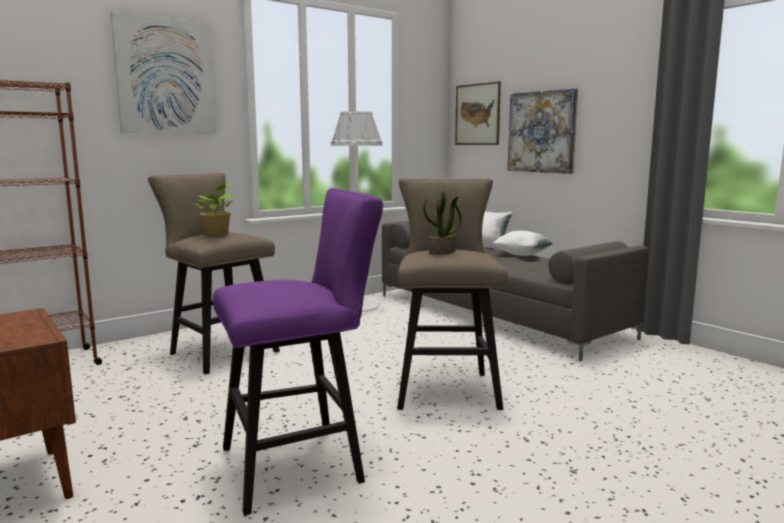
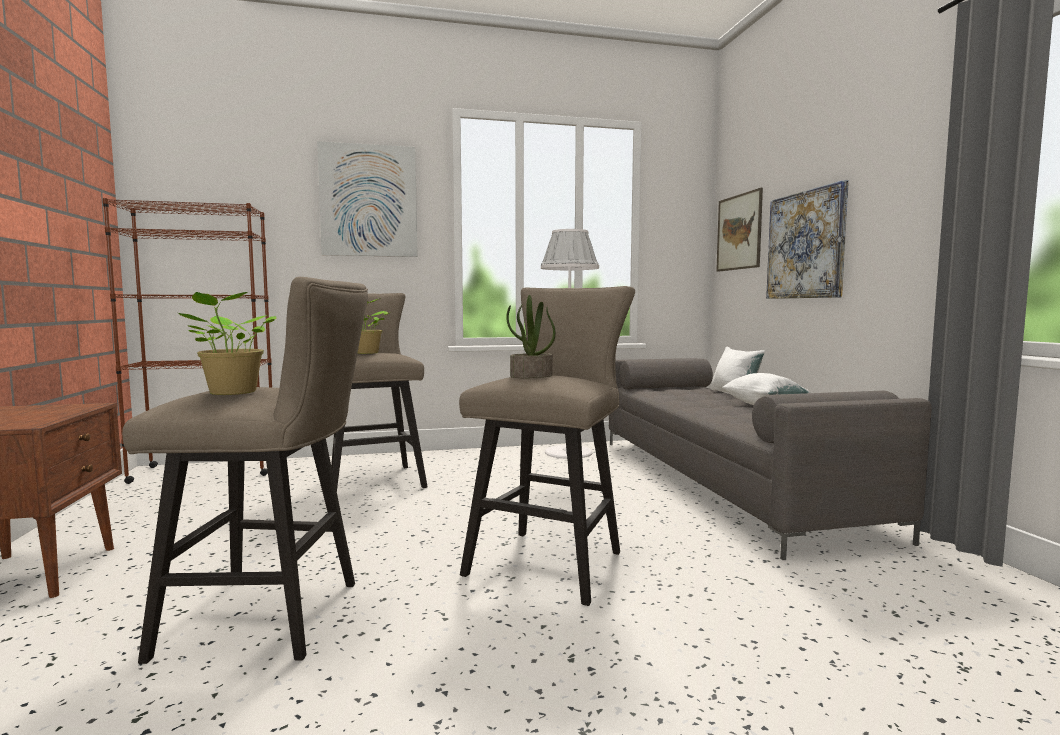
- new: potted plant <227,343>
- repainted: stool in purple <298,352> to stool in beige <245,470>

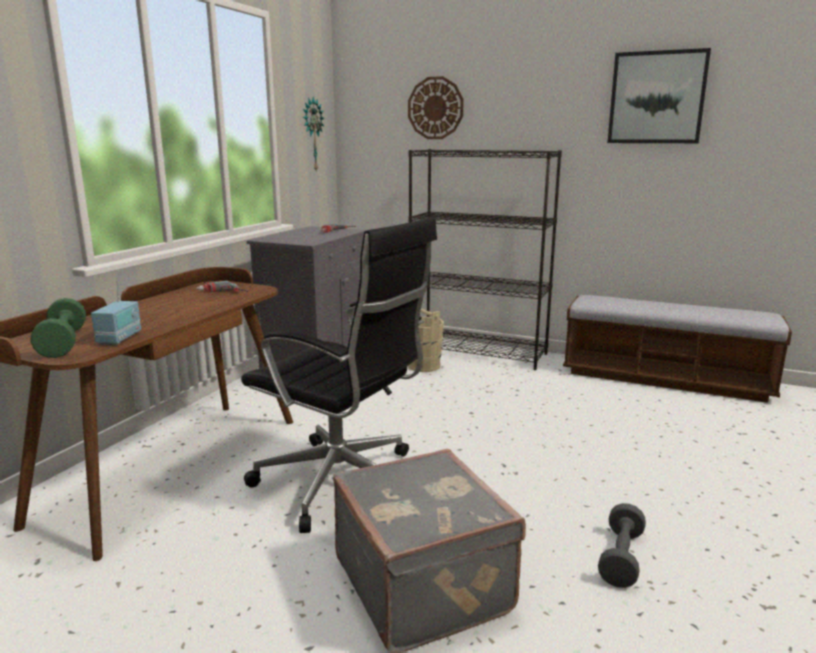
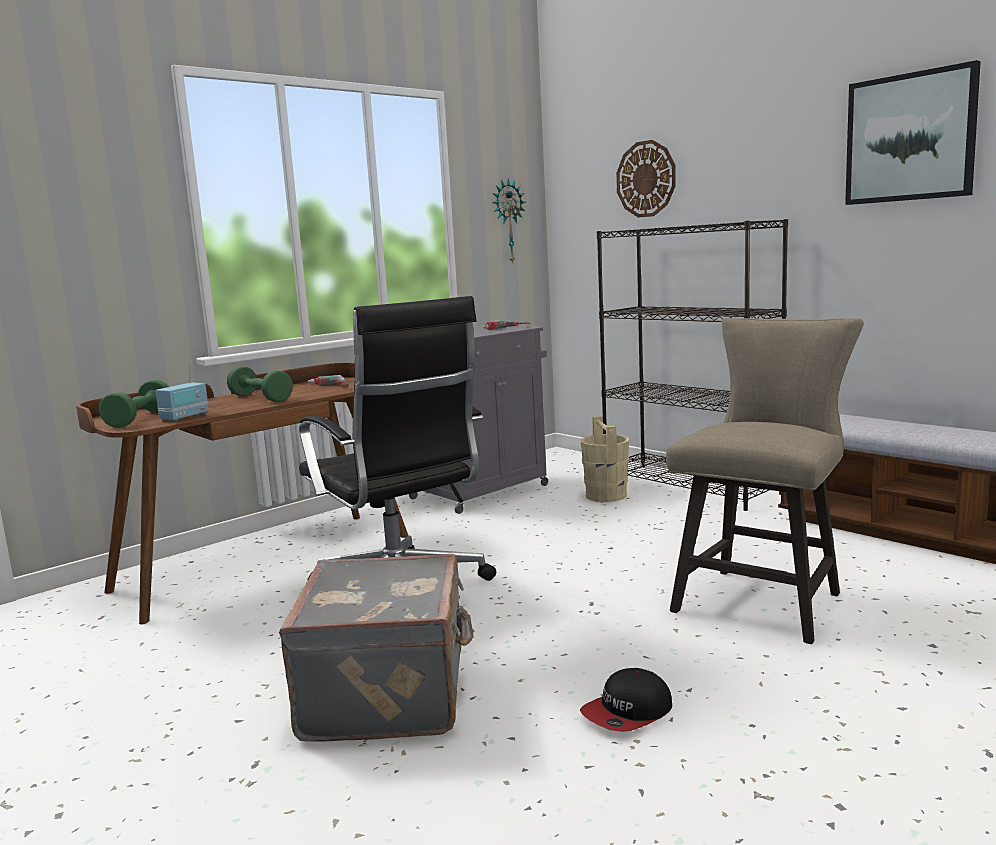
- new: dumbbell in green <260,384>
- new: stool in beige <765,481>
- swapped: dumbbell in grey <622,545> to cap <626,700>

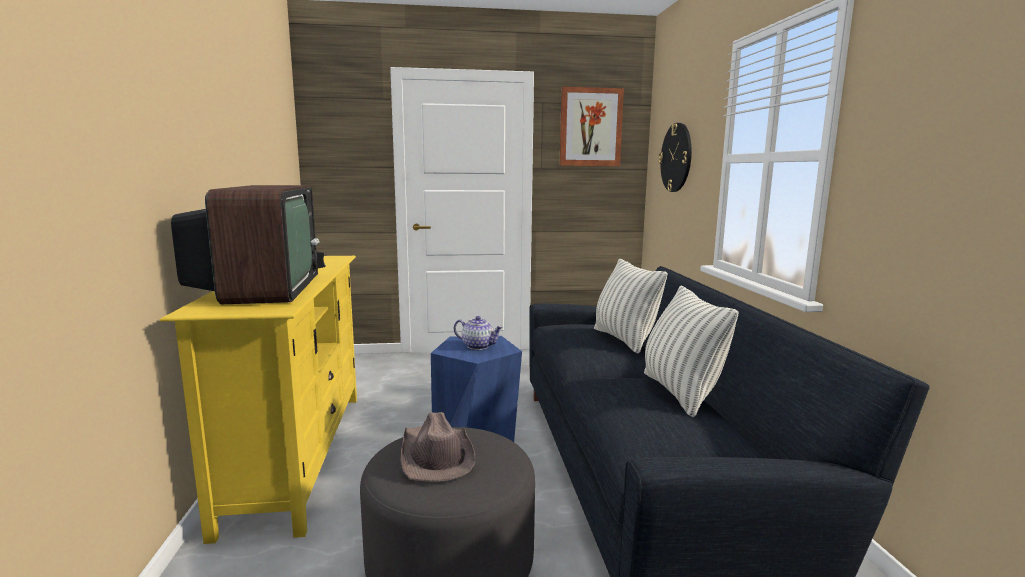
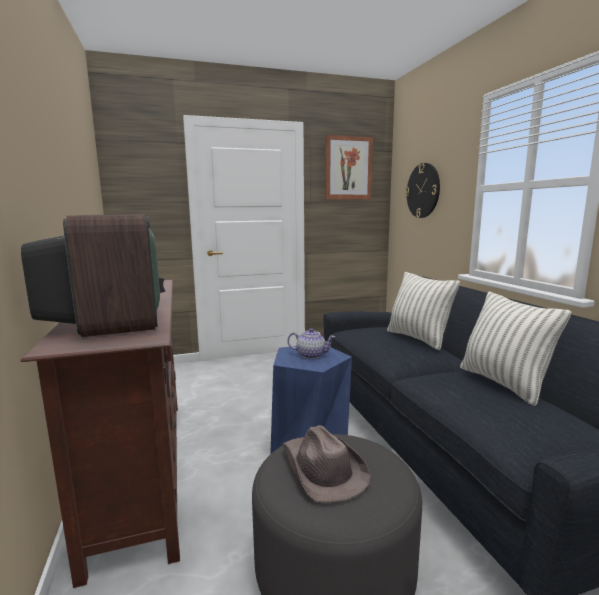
- repainted: tv stand in yellow <258,400> to tv stand in brown <100,434>

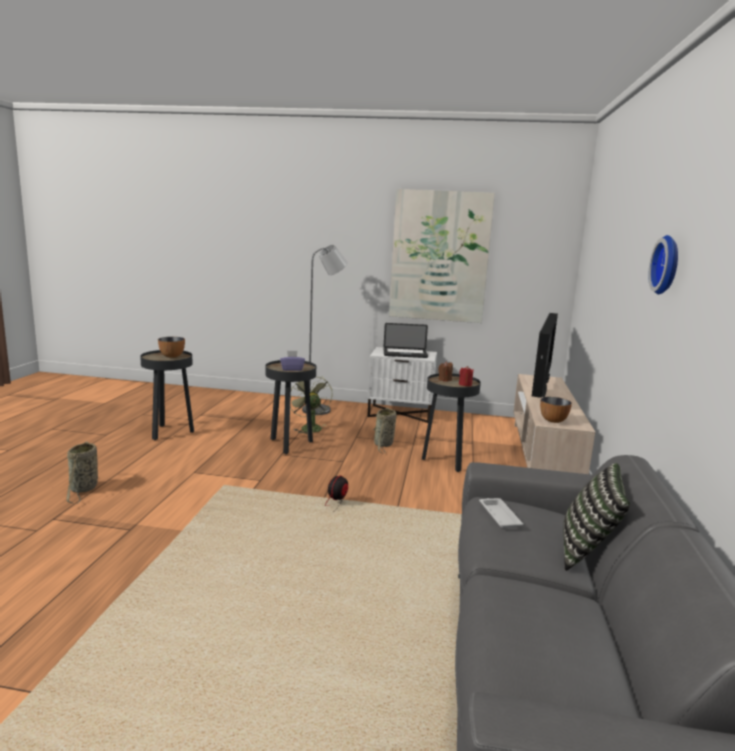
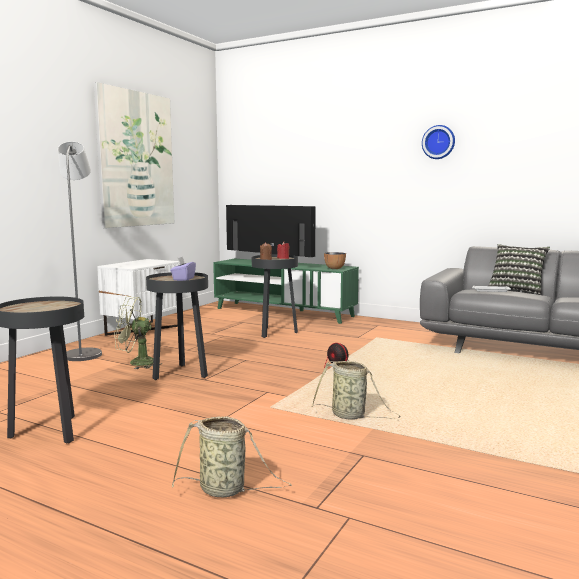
- gone: bowl <171,347>
- gone: laptop <405,340>
- shifted: basket <384,430> to <356,390>
- repainted: tv stand in beige <554,424> to tv stand in green <286,291>

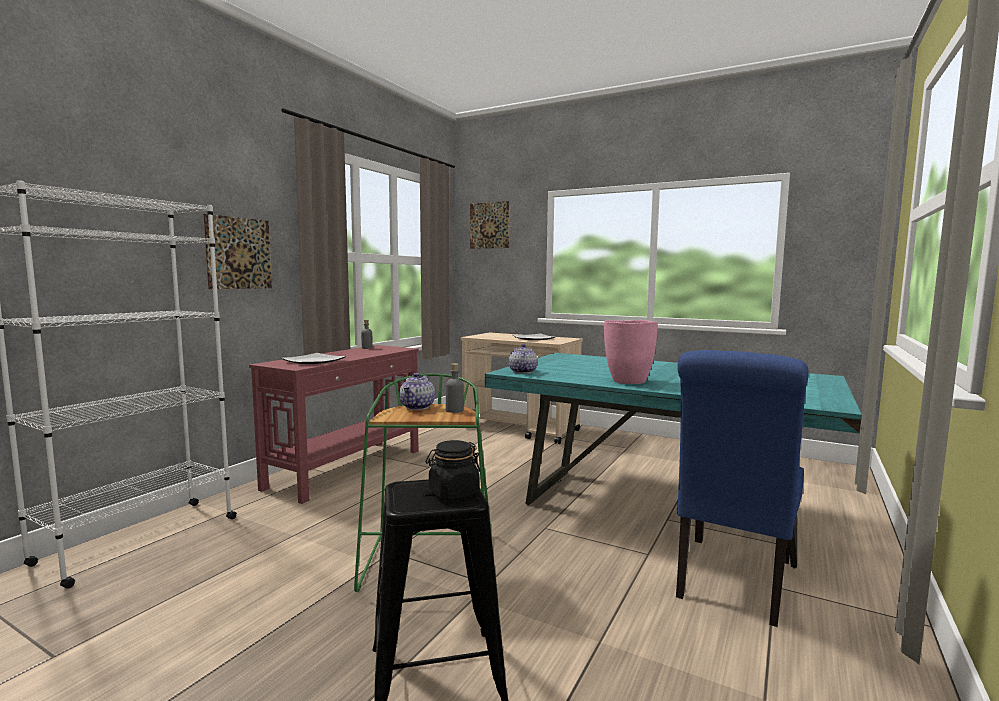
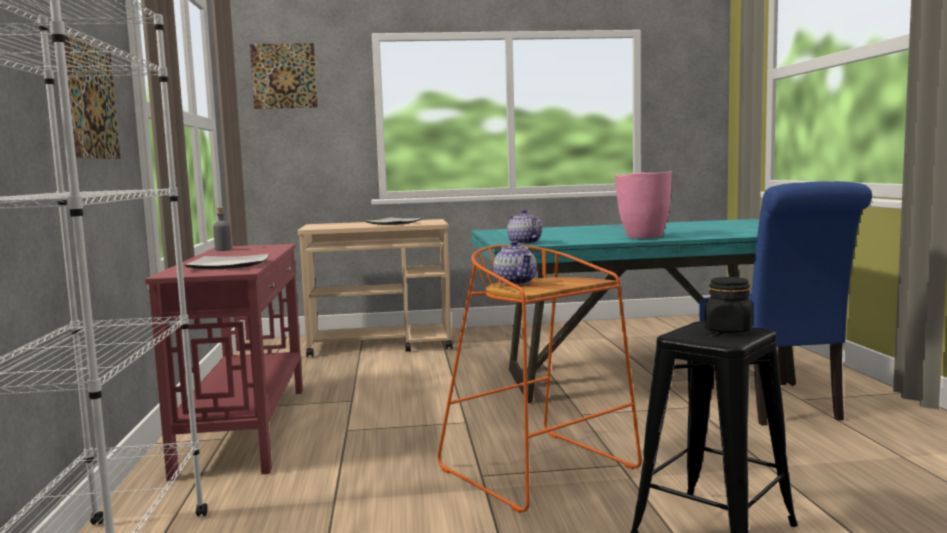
- gone: bottle in grey <455,388>
- repainted: stool in green <422,482> to stool in orange <539,379>

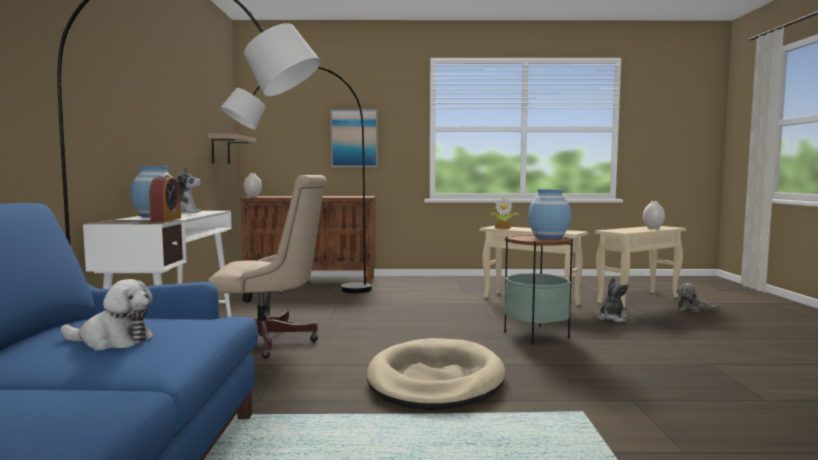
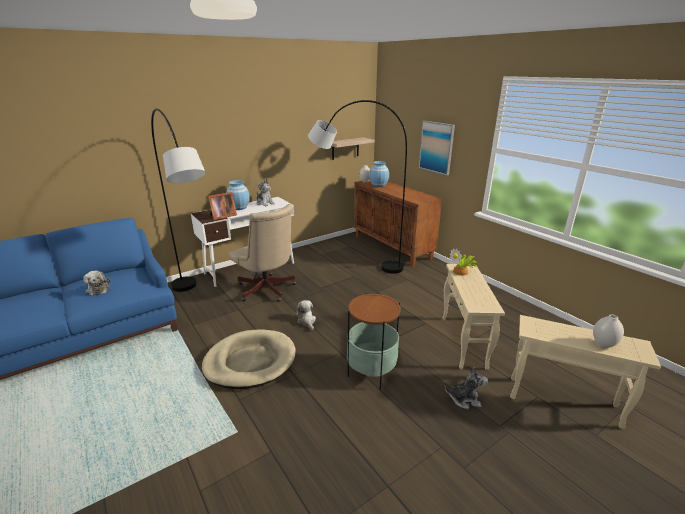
- shifted: vase in blue <549,214> to <379,174>
- shifted: plush toy <698,297> to <305,315>
- swapped: alarm clock <165,198> to picture frame <222,206>

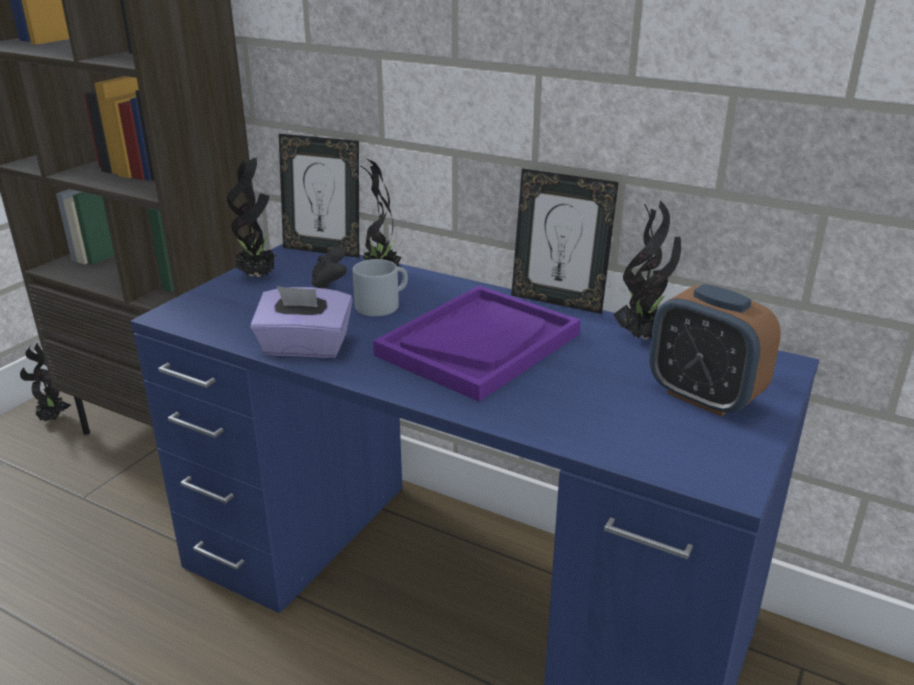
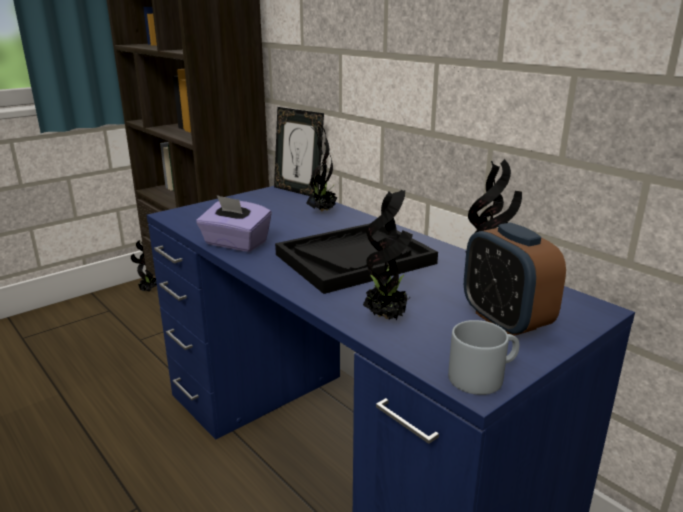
- gone: game controller in black <329,267>
- gone: picture frame <565,241>
- shifted: potted plant <252,217> to <388,255>
- shifted: mug in grey <380,287> to <483,357>
- repainted: tray in purple <477,344> to tray in black <356,258>

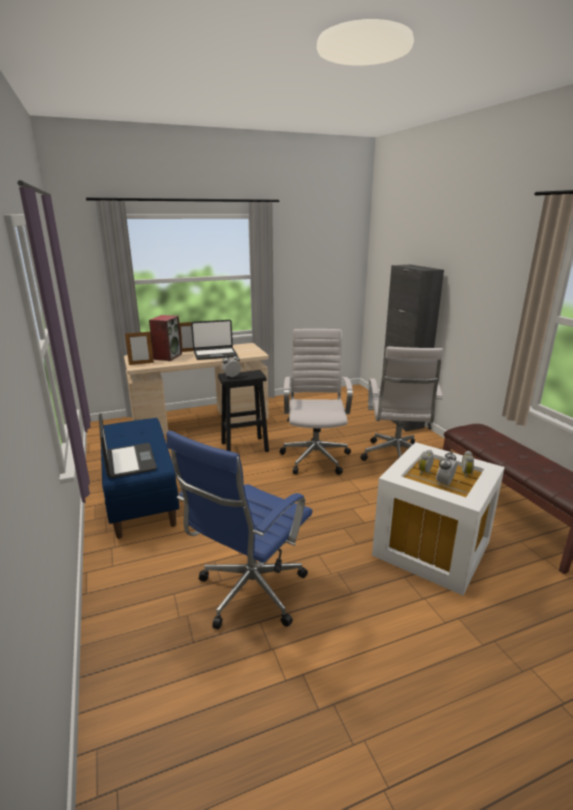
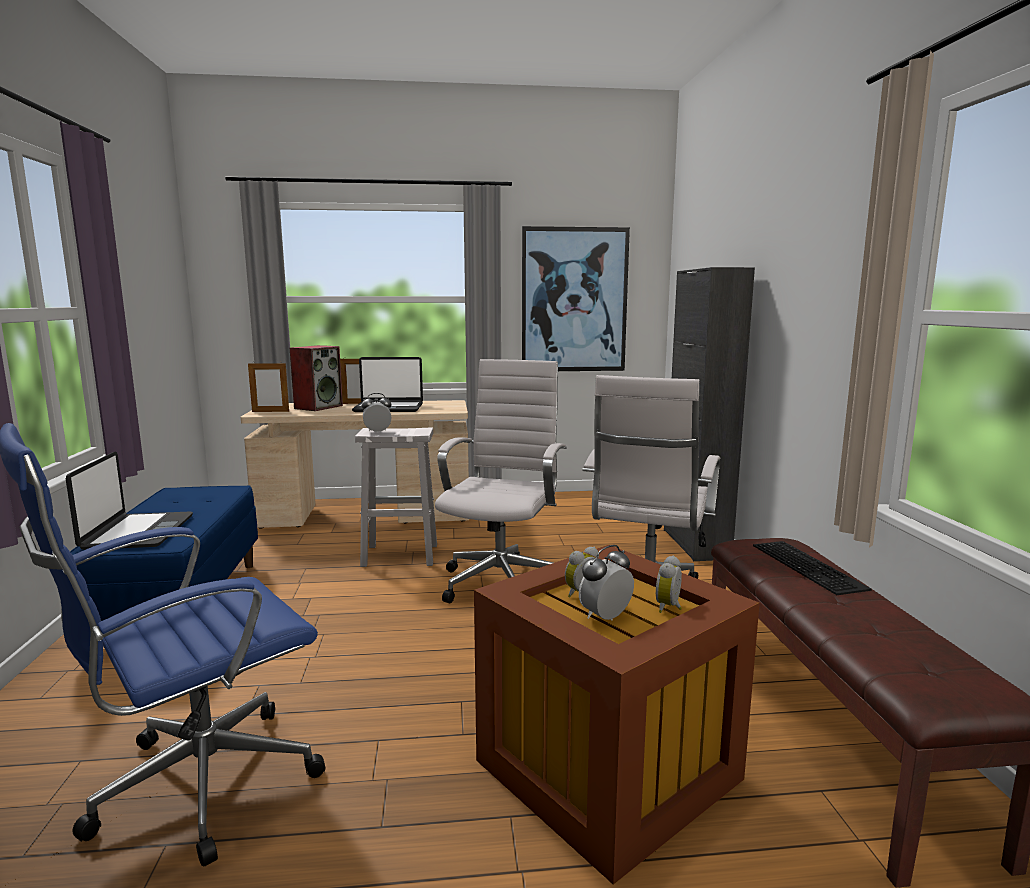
- new: picture <576,298>
- new: keyboard <812,568>
- repainted: stool in black <243,411> to stool in white <396,497>
- repainted: storage box in white <438,518> to storage box in brown <617,715>

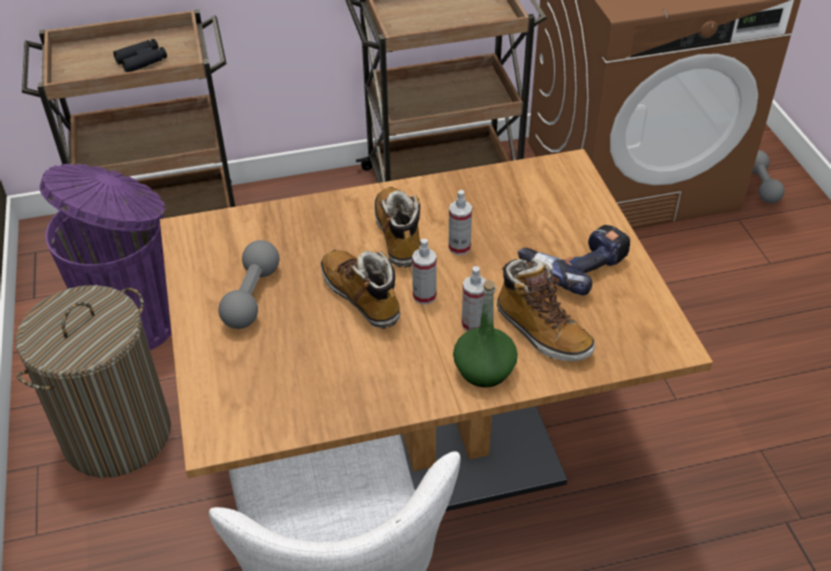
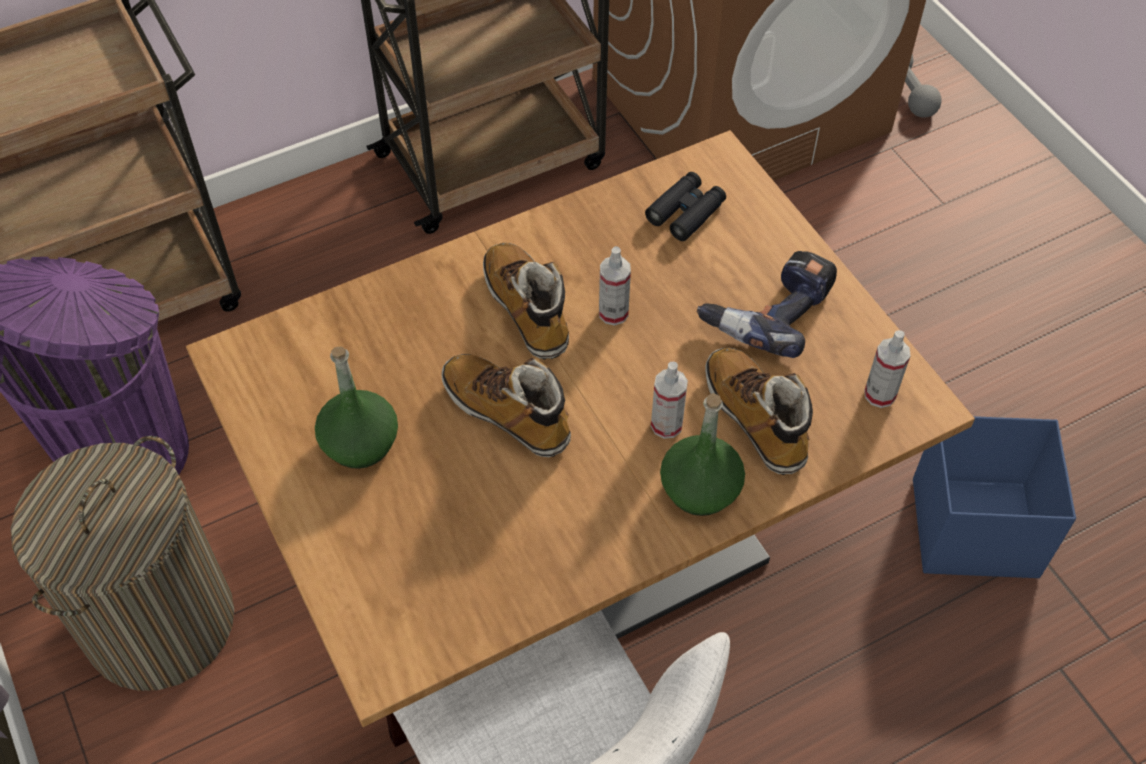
- new: storage box in blue <994,497>
- shifted: binoculars in black <140,55> to <685,206>
- shifted: spray bottle <424,271> to <887,369>
- swapped: dumbbell in grey <248,284> to bottle in green <356,407>
- rotated: boot <546,309> = <759,411> 150 degrees counterclockwise

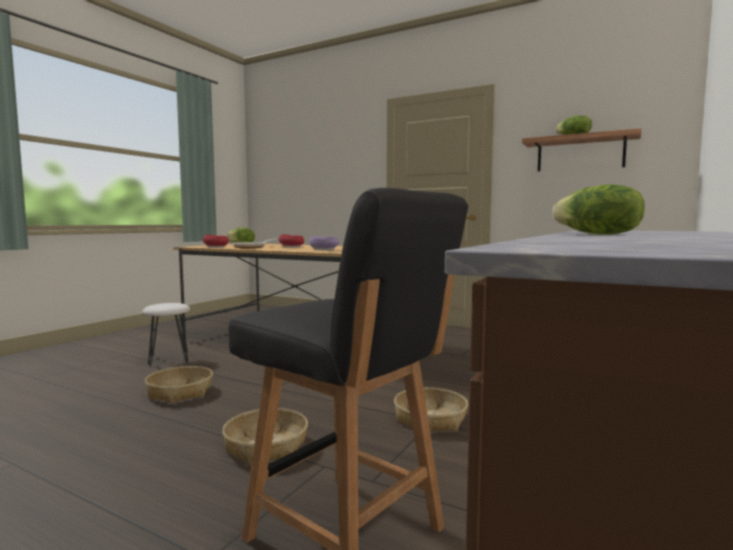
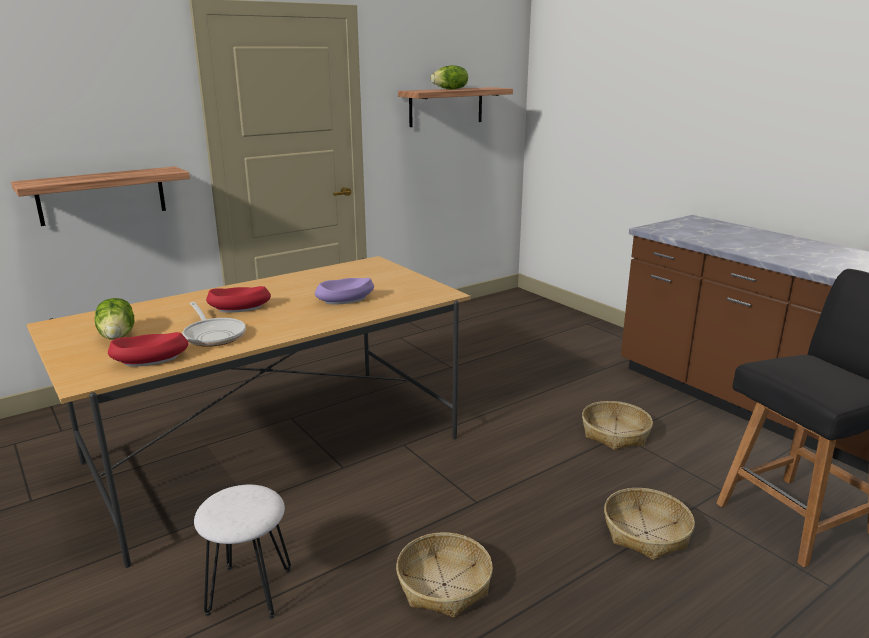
- gone: lettuce <599,209>
- new: shelf <100,196>

